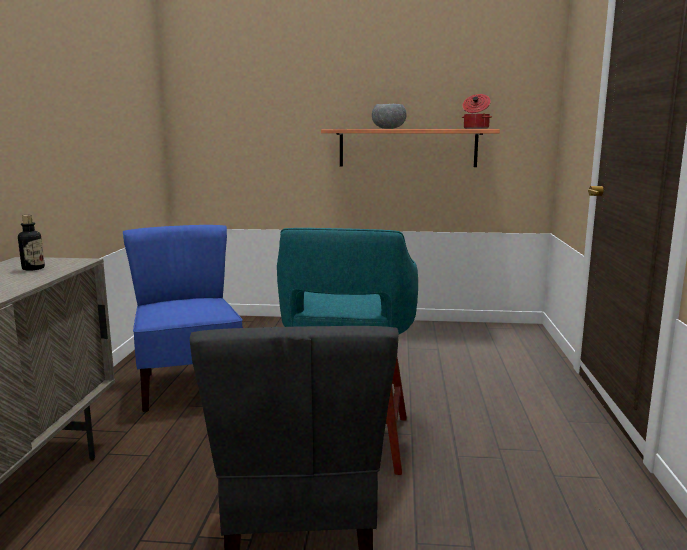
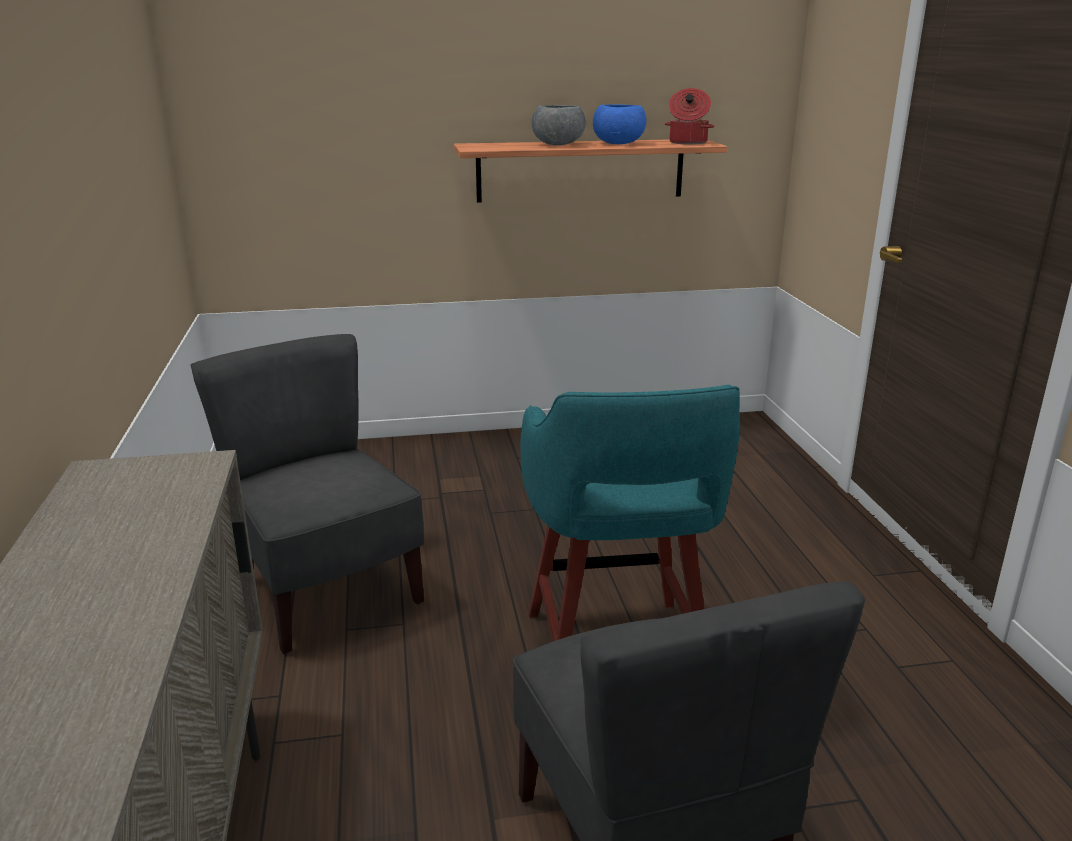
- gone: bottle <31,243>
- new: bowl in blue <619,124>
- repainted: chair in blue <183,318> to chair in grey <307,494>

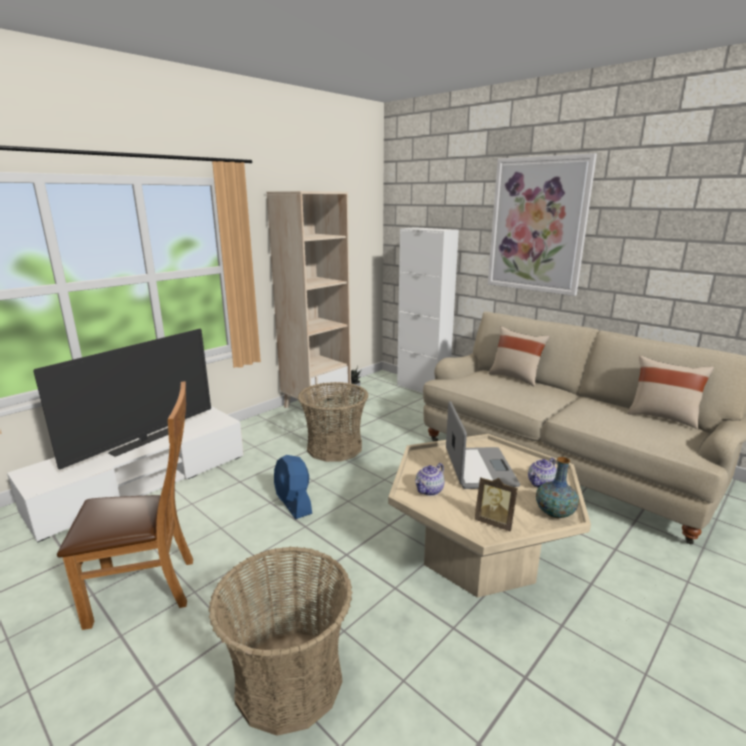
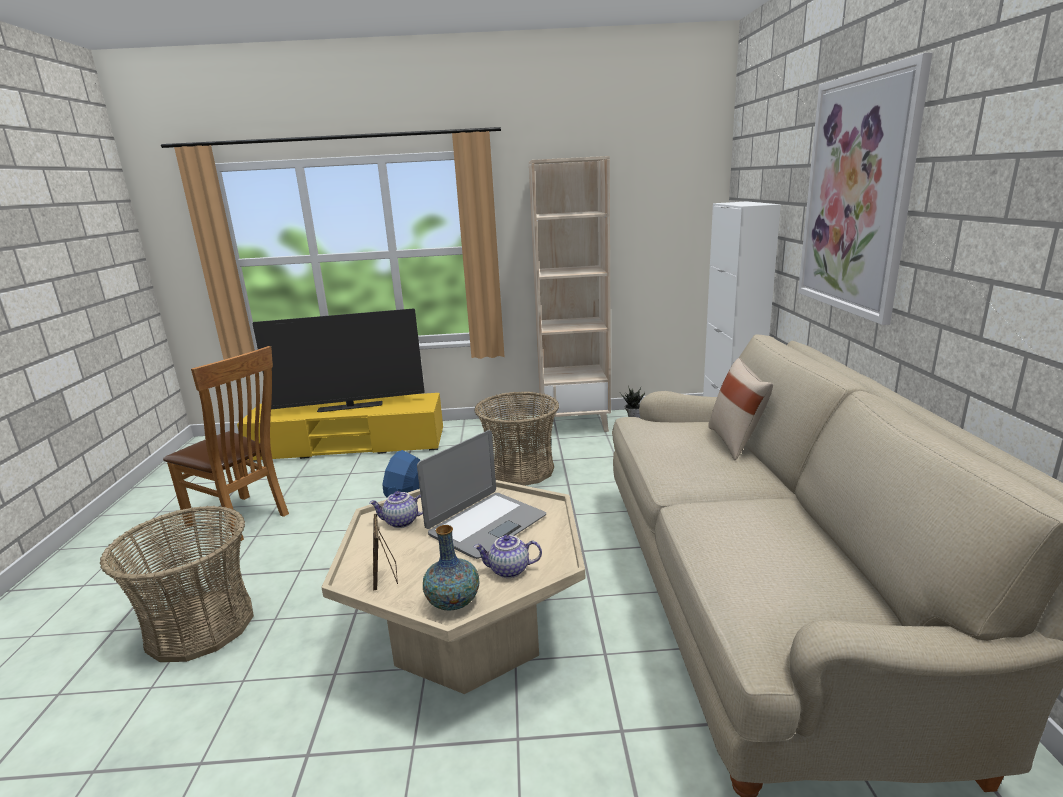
- gone: pillow in beige <670,392>
- repainted: tv stand in white <125,474> to tv stand in yellow <340,427>

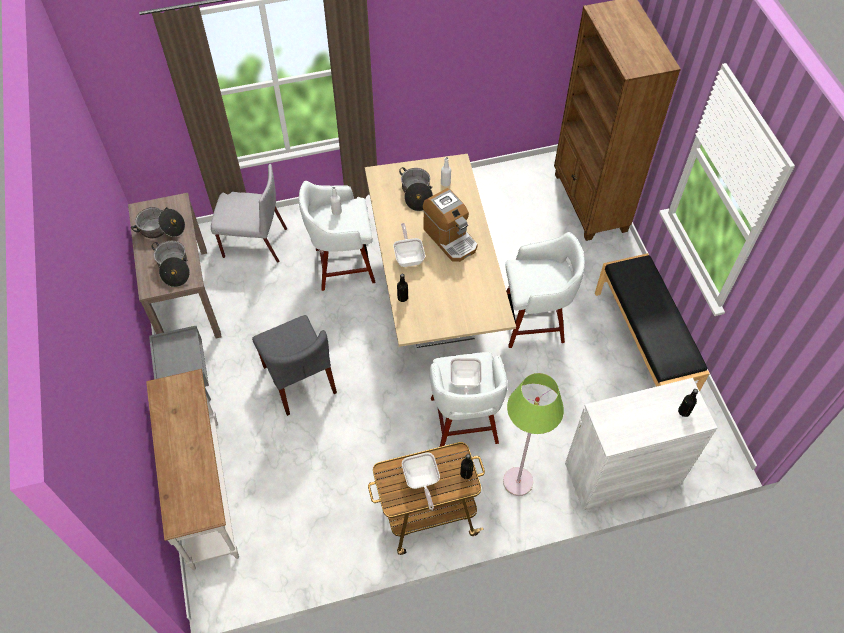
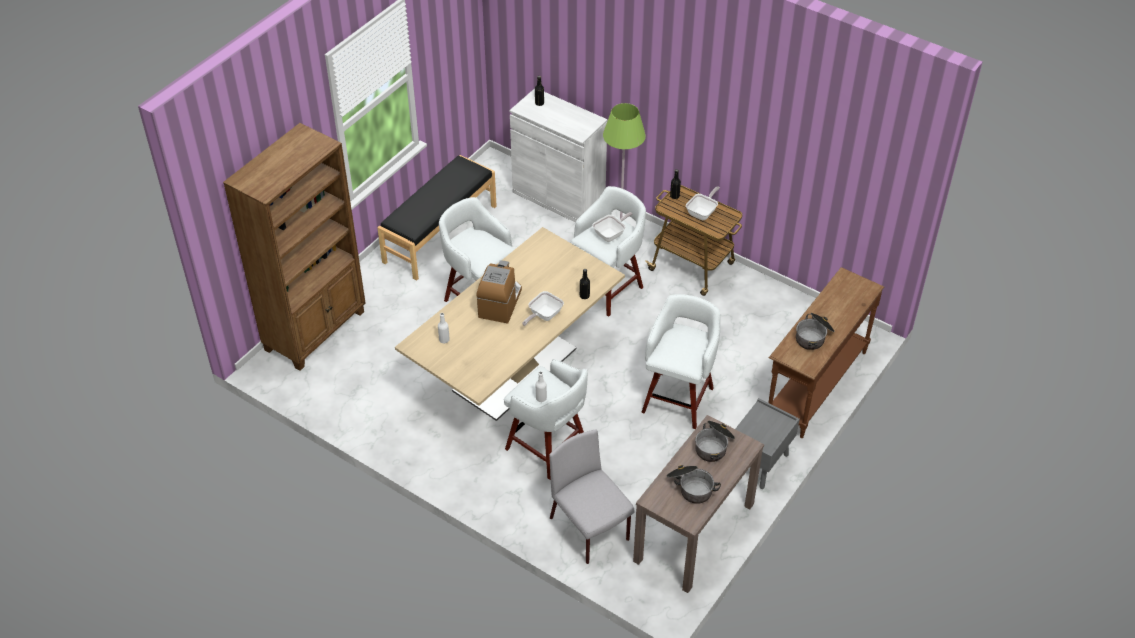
- shifted: cooking pot <416,189> to <815,331>
- swapped: chair in grey <294,365> to stool in white <680,361>
- repainted: console table in white <192,469> to console table in brown <826,352>

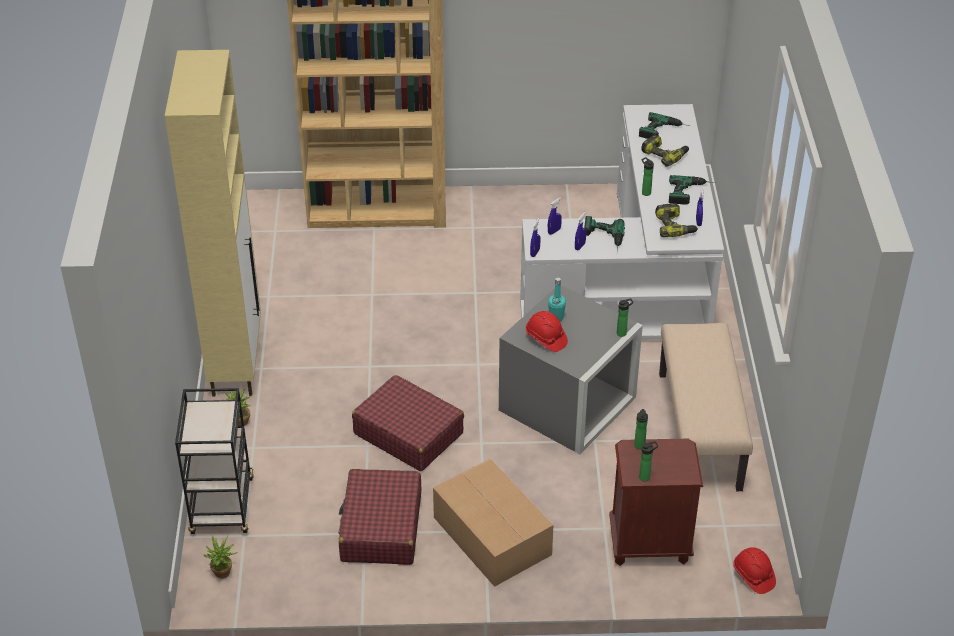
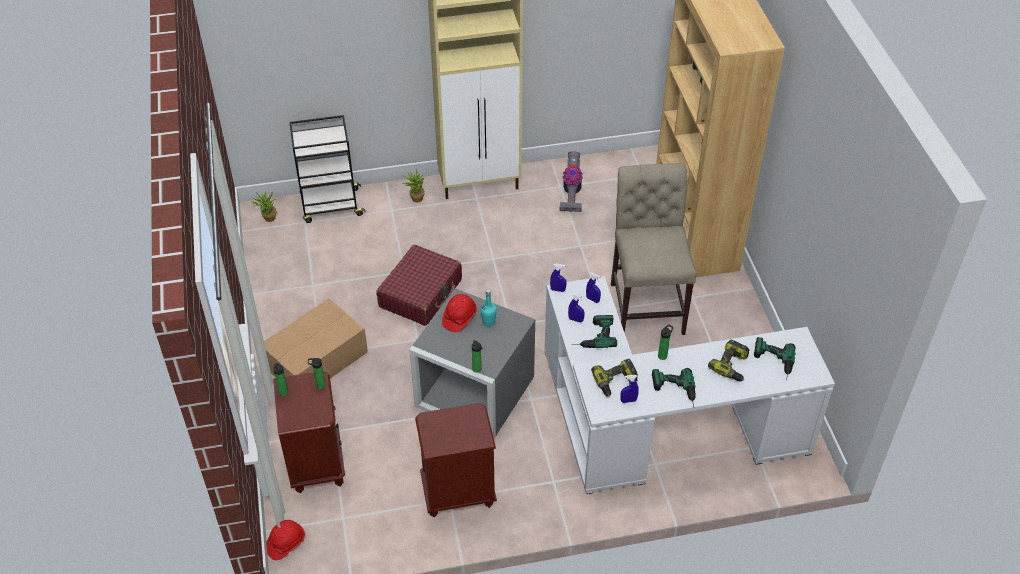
- gone: suitcase in red <379,517>
- new: vacuum cleaner <571,181>
- new: chair in beige <653,249>
- swapped: bench in beige <706,407> to nightstand in brown <456,460>

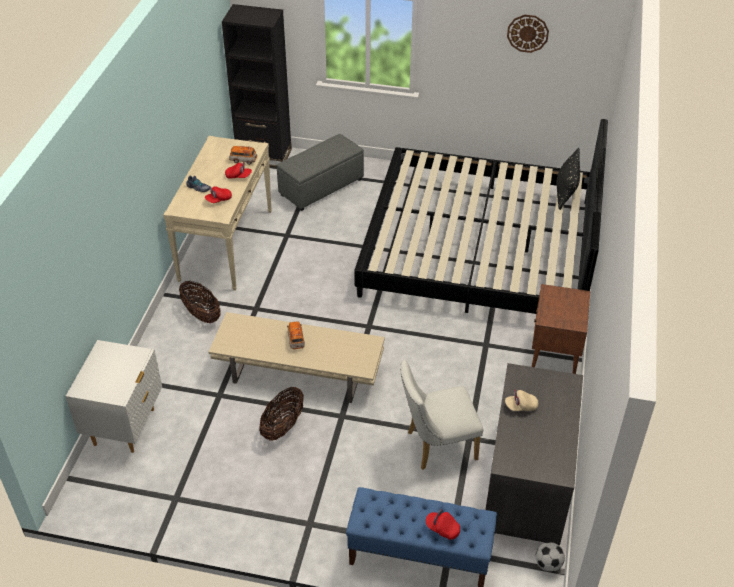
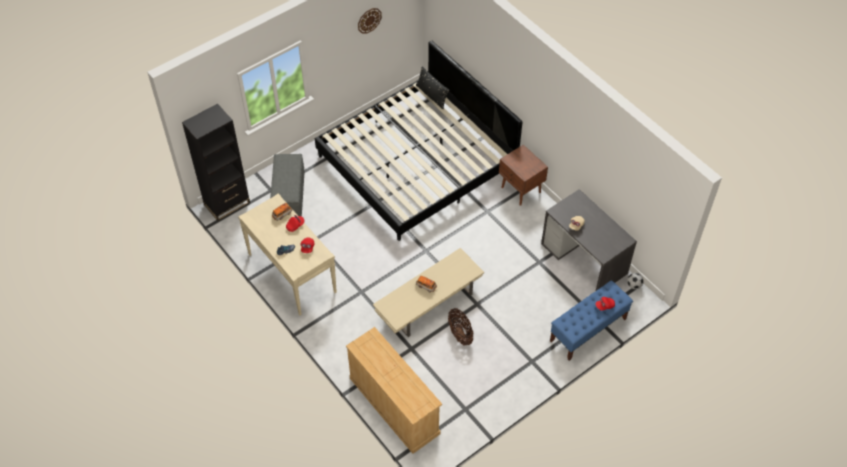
- gone: basket <200,301>
- gone: chair in white <441,415>
- swapped: nightstand in white <114,396> to dresser in beige <394,390>

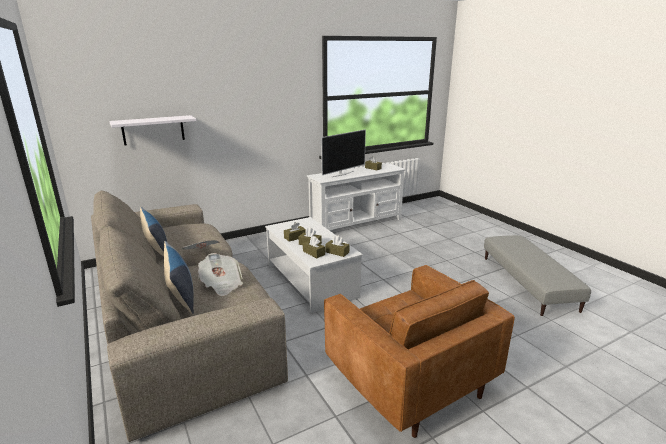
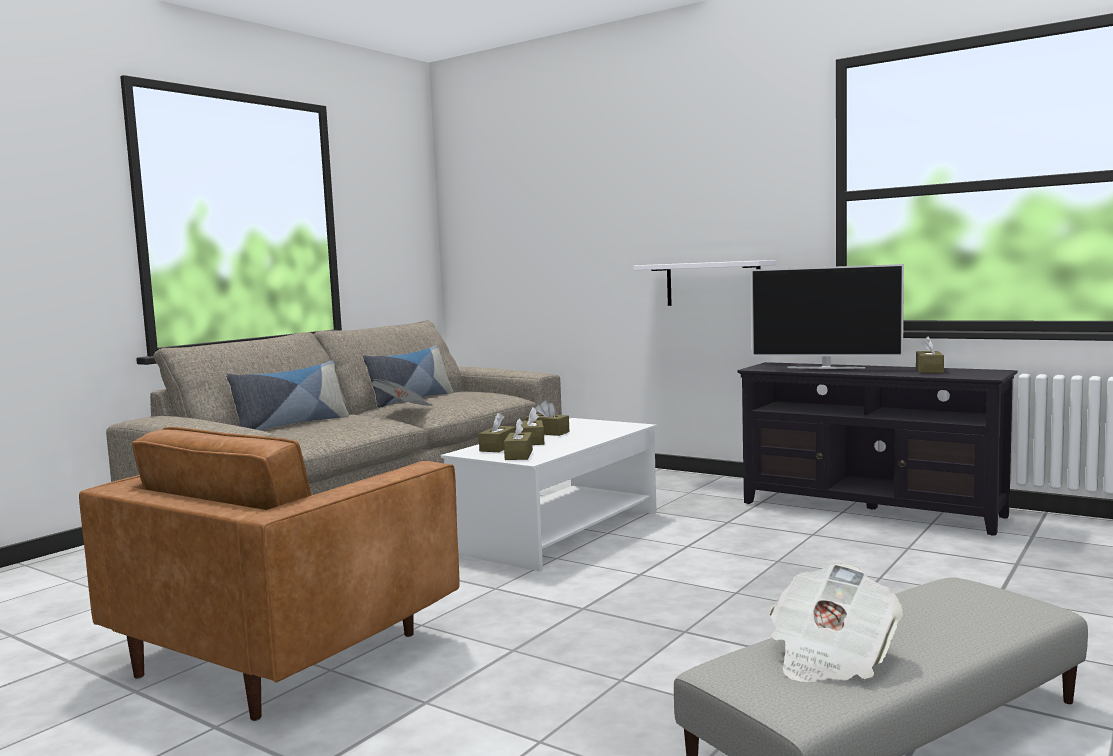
- shifted: shelf in white <152,130> to <704,283>
- shifted: newspaper <220,274> to <836,622>
- repainted: tv stand in white <356,196> to tv stand in black <877,449>

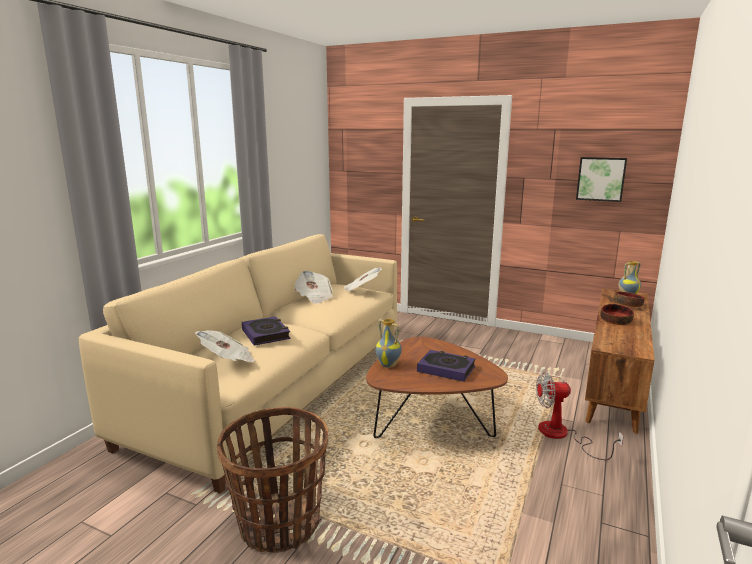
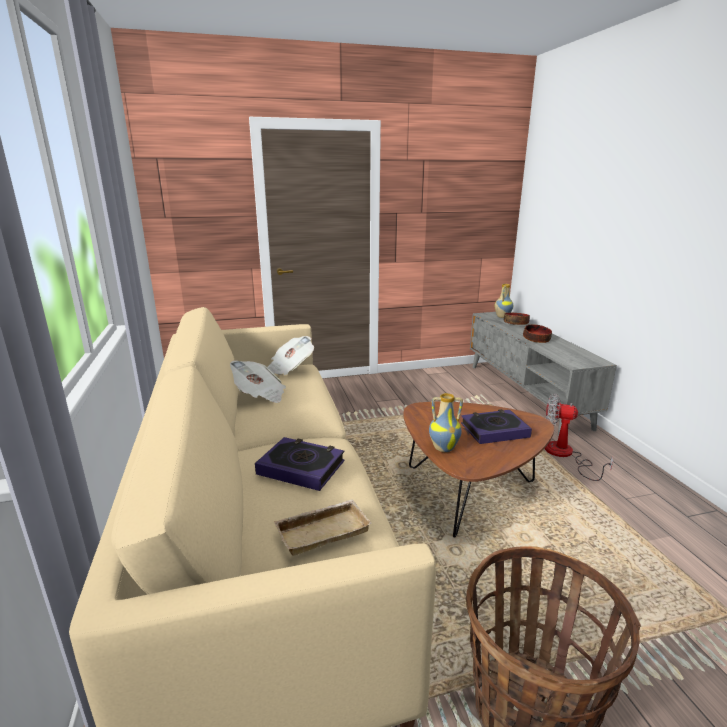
- gone: picture <601,179>
- swapped: newspaper <225,346> to tray in beige <323,527>
- repainted: tv stand in brown <619,361> to tv stand in grey <543,374>
- rotated: fan <580,416> = <579,437> 60 degrees clockwise

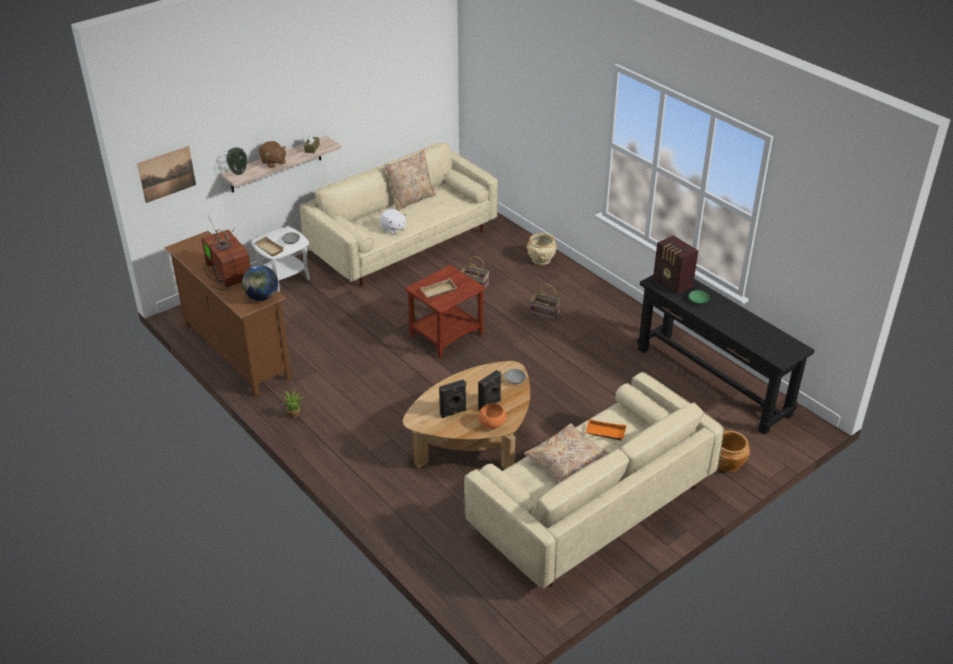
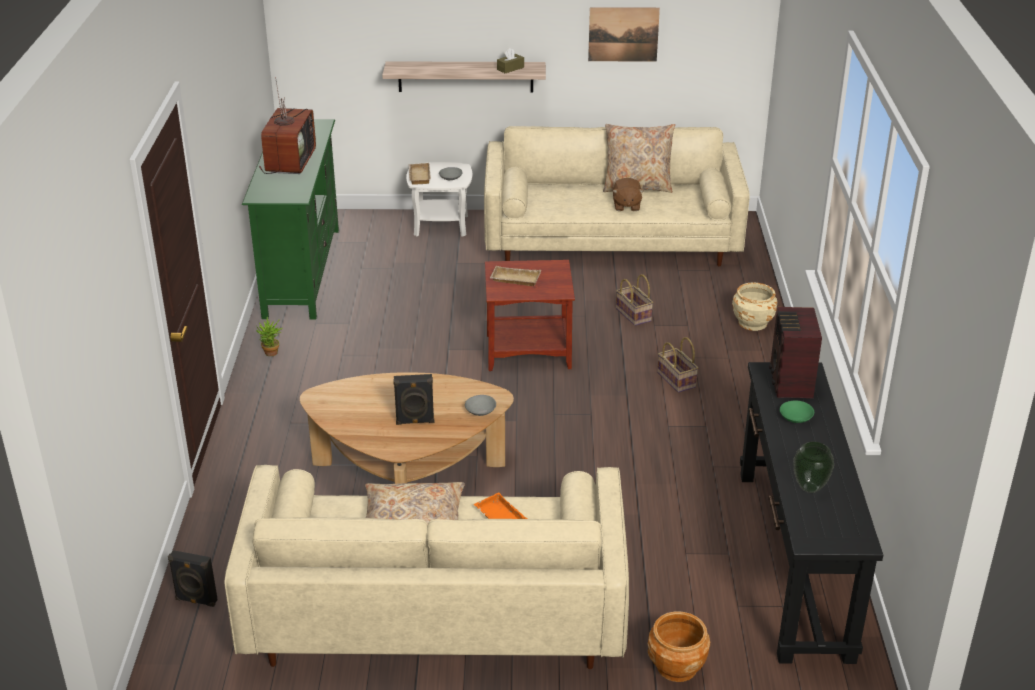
- gone: globe <260,283>
- gone: plush toy in white <393,222>
- gone: bowl in orange <492,416>
- shifted: picture <166,174> to <624,34>
- shifted: vase <236,161> to <813,467>
- shifted: plush toy in brown <272,154> to <628,194>
- shifted: speaker in black <452,399> to <193,578>
- repainted: tv stand in brown <228,313> to tv stand in green <290,219>

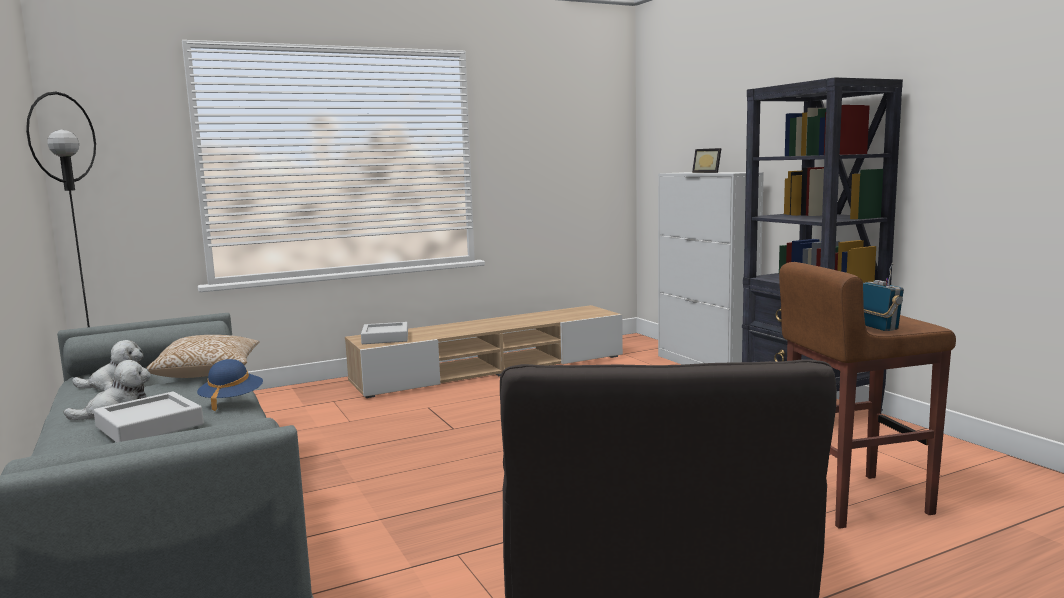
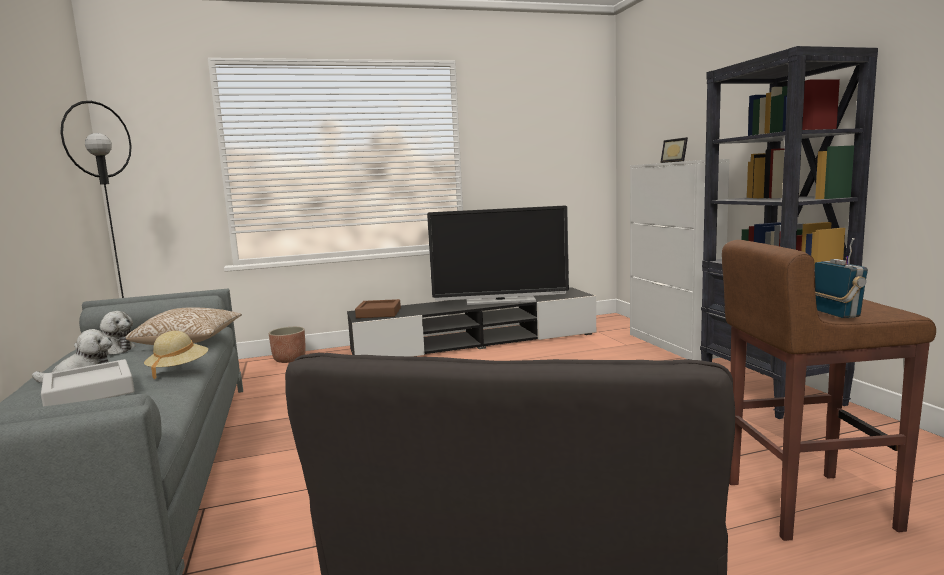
- new: planter <287,345>
- new: television <498,255>
- repainted: hat in blue <230,385> to hat in beige <176,355>
- repainted: tv stand in beige <484,351> to tv stand in black <471,322>
- repainted: tray in grey <384,333> to tray in brown <378,308>

